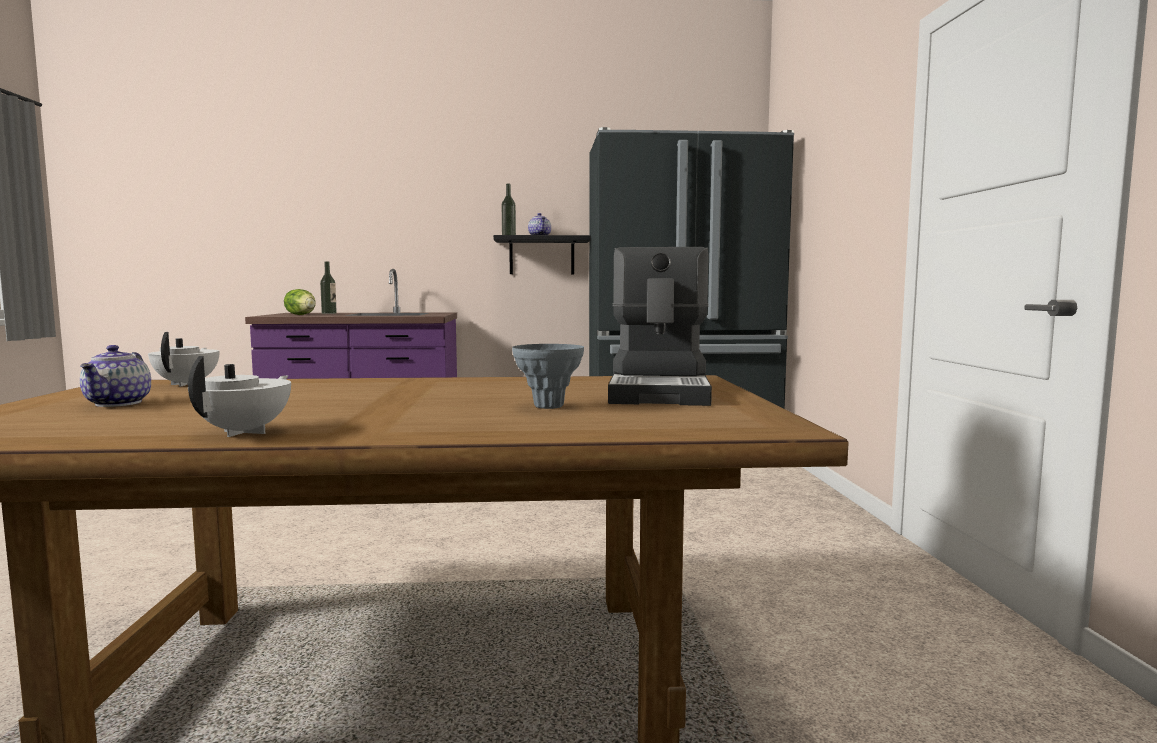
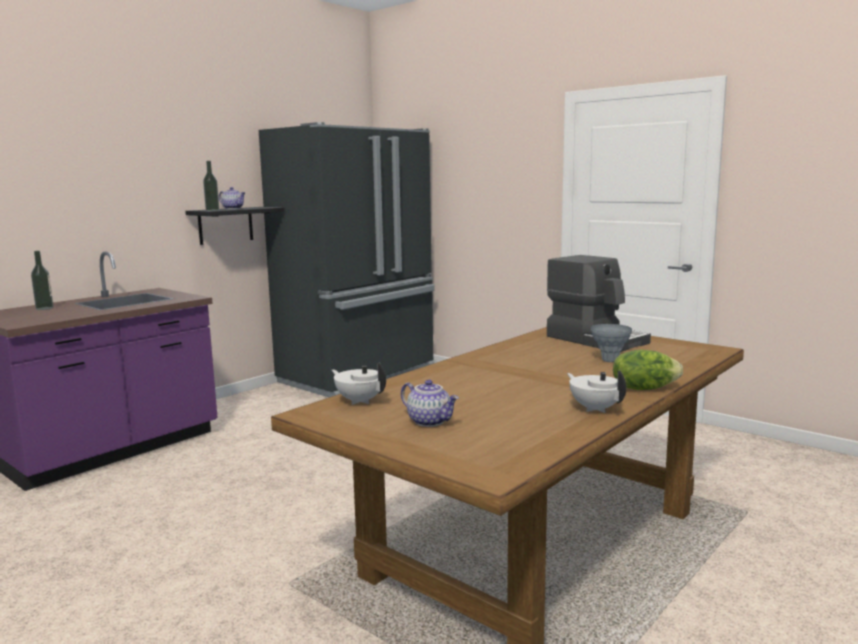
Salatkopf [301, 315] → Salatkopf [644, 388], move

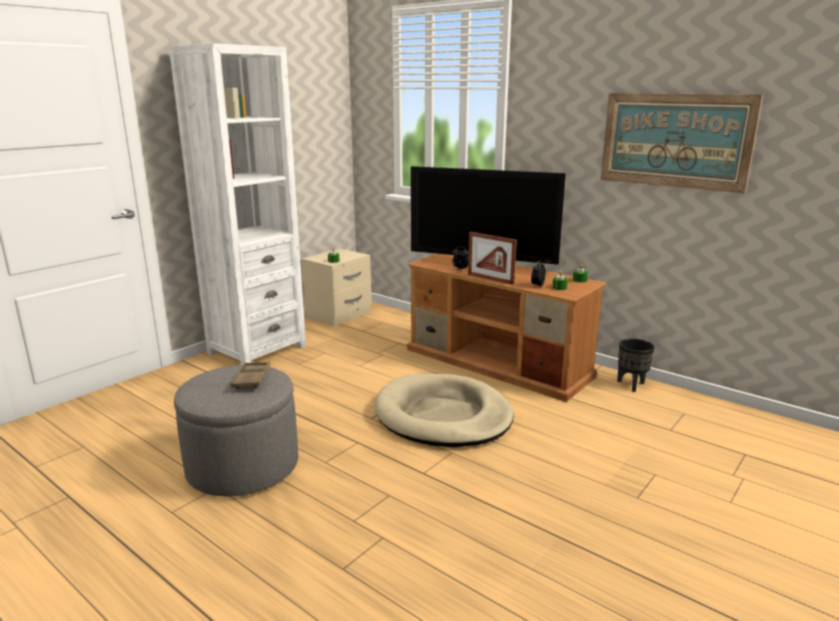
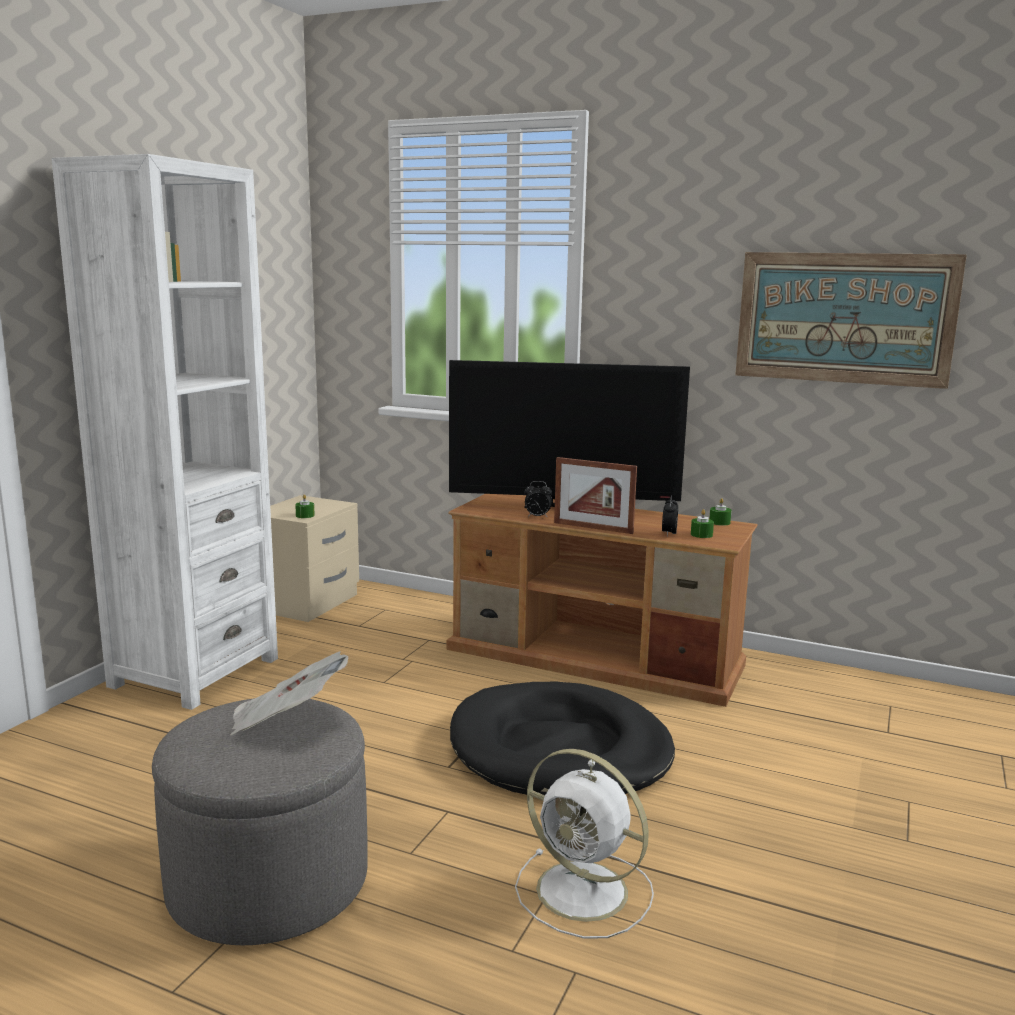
Pflanzkübel [schwarz] [632, 385] → -
Tablett [braun] [251, 379] → Zeitung [287, 722]
Hundebett [beige] [443, 416] → Hundebett [schwarz] [559, 749]
- → Ventilator [weiß] [586, 892]

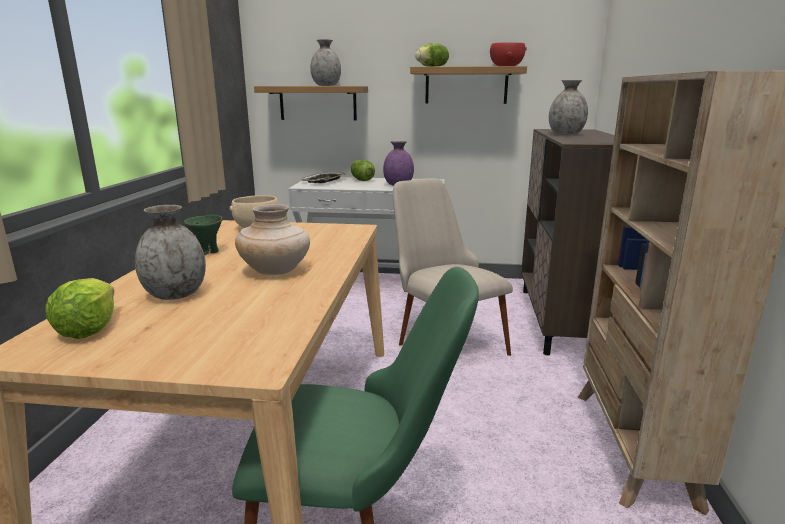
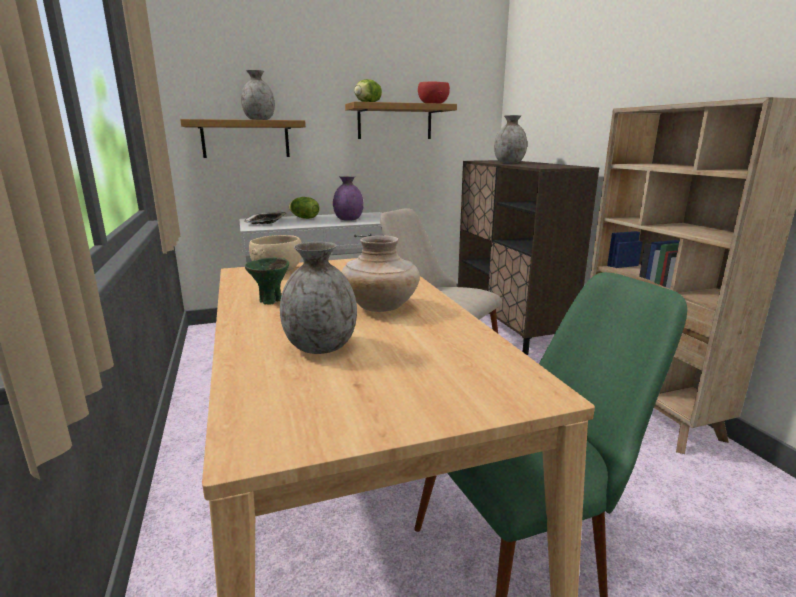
Salatkopf [89, 328] → -

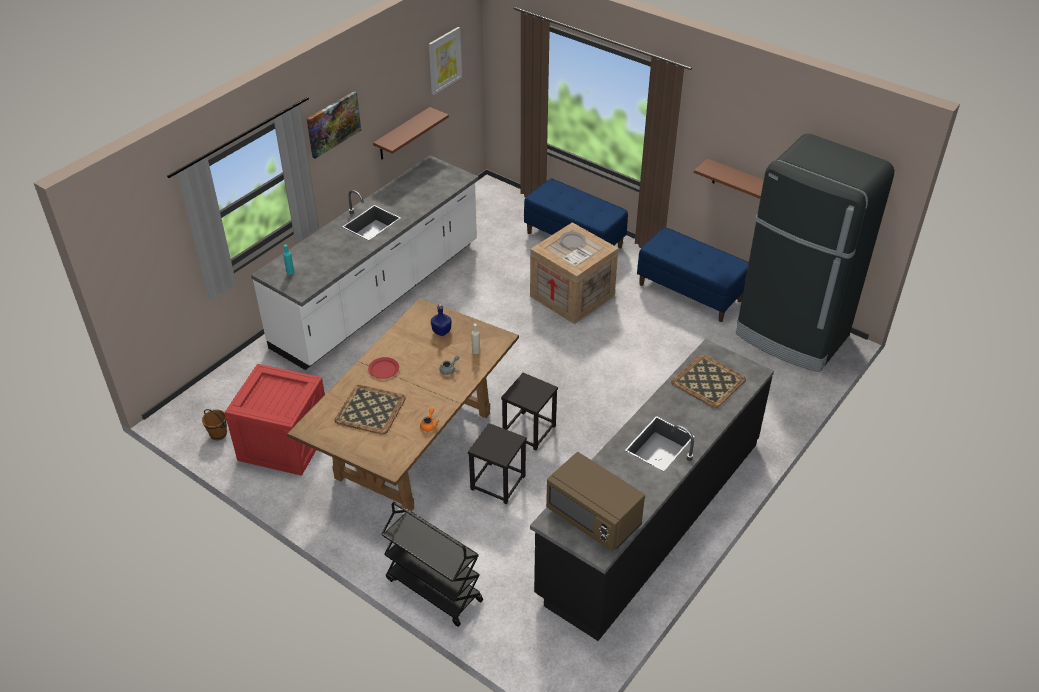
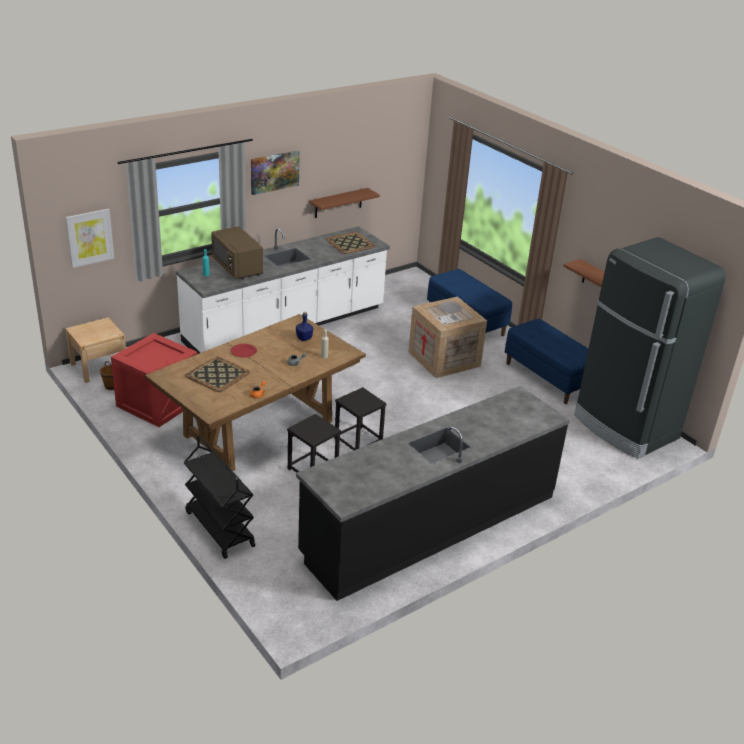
Bild [444, 60] → Bild [89, 237], move
Tablett [708, 382] → Tablett [350, 243], move
Mikrowelle [braun] [594, 517] → Mikrowelle [braun] [238, 267], move
- → Nachttisch [beige] [99, 367]

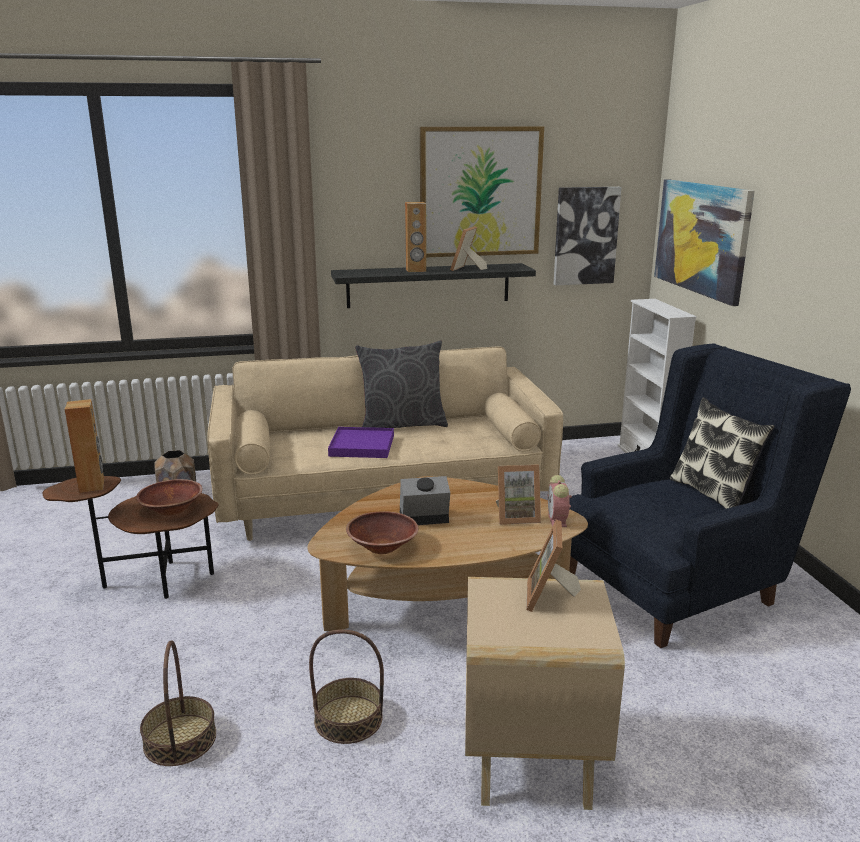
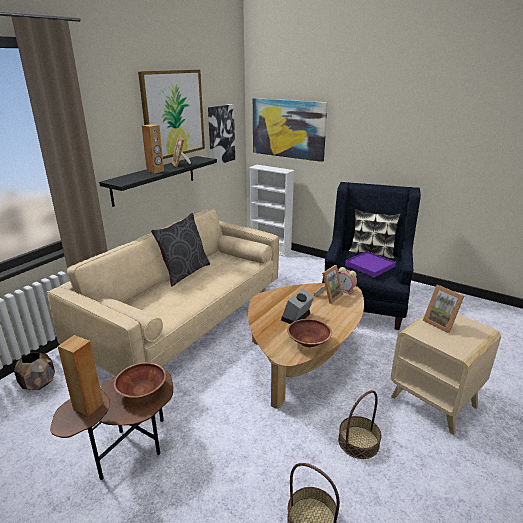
Tablett [lila] [362, 446] → Tablett [lila] [370, 266], move

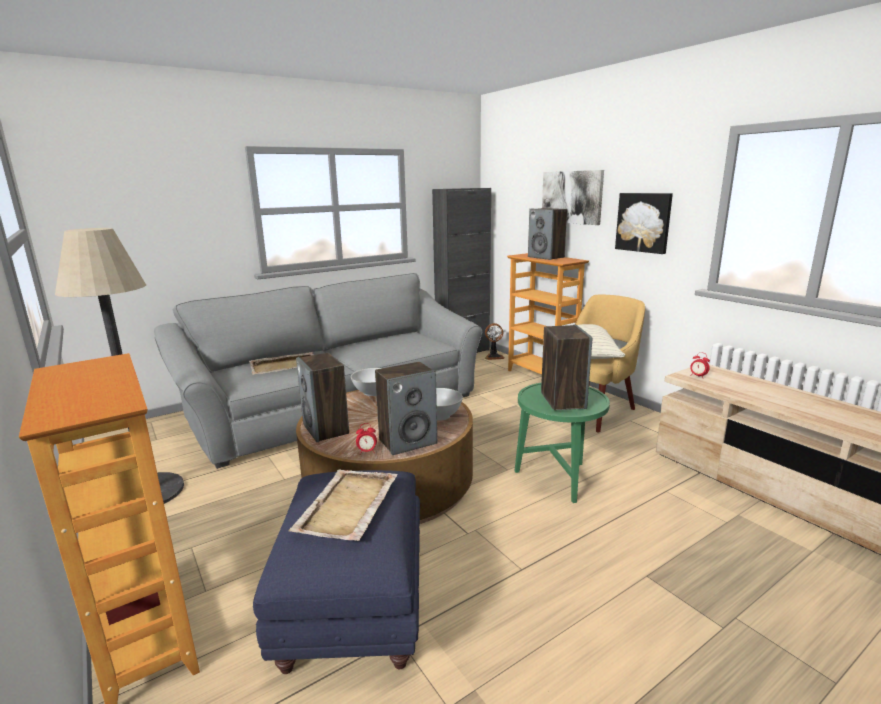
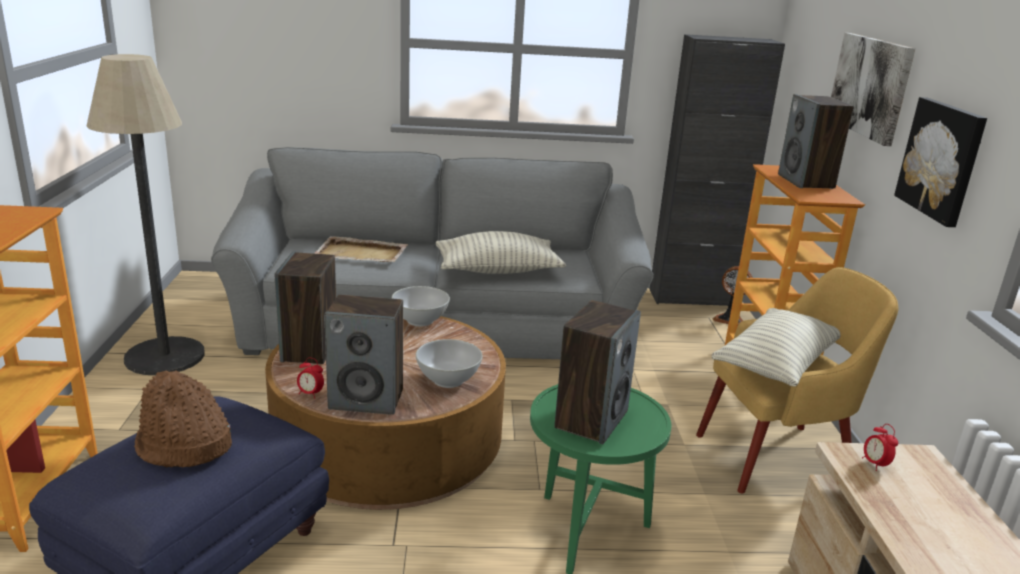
Tablett [beige] [347, 506] → Hut [braun] [183, 446]
- → Kissen [498, 270]

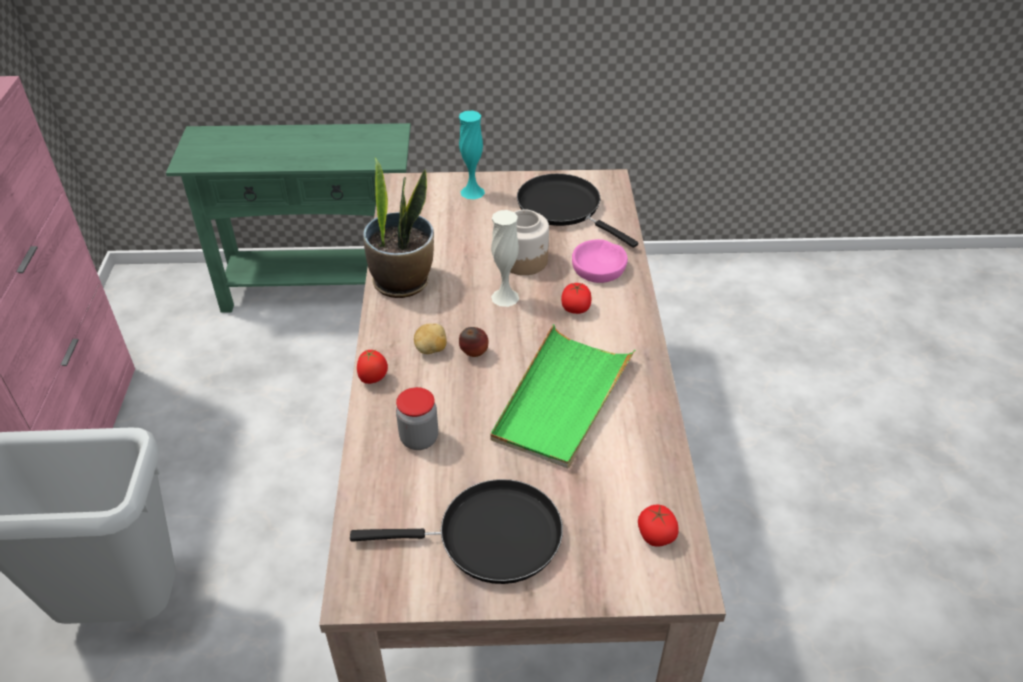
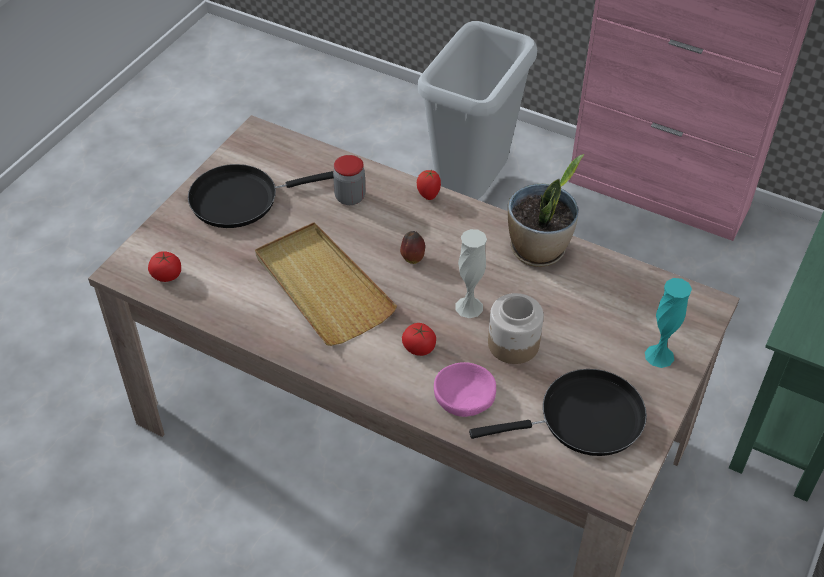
Kartoffel [431, 349] → -
Tablett [grün] [562, 399] → Tablett [beige] [322, 287]
Pfanne [schwarz] [490, 537] → Pfanne [schwarz] [240, 199], 45 degrees clockwise

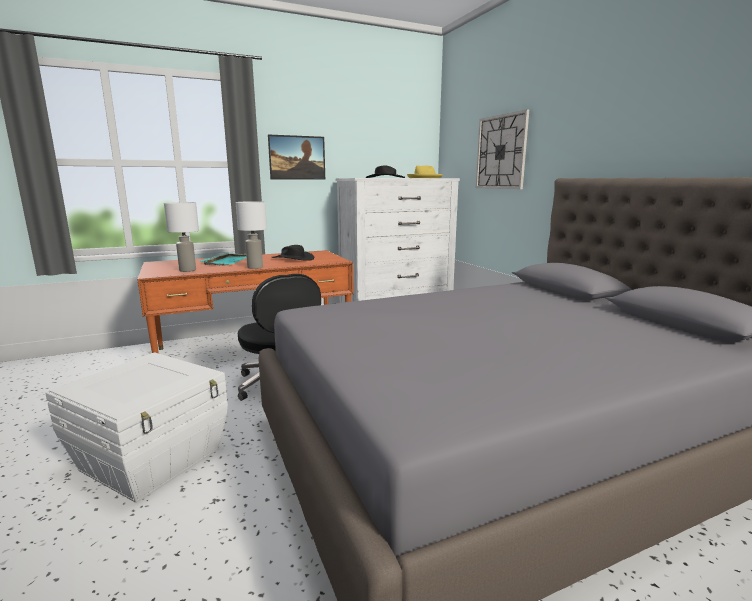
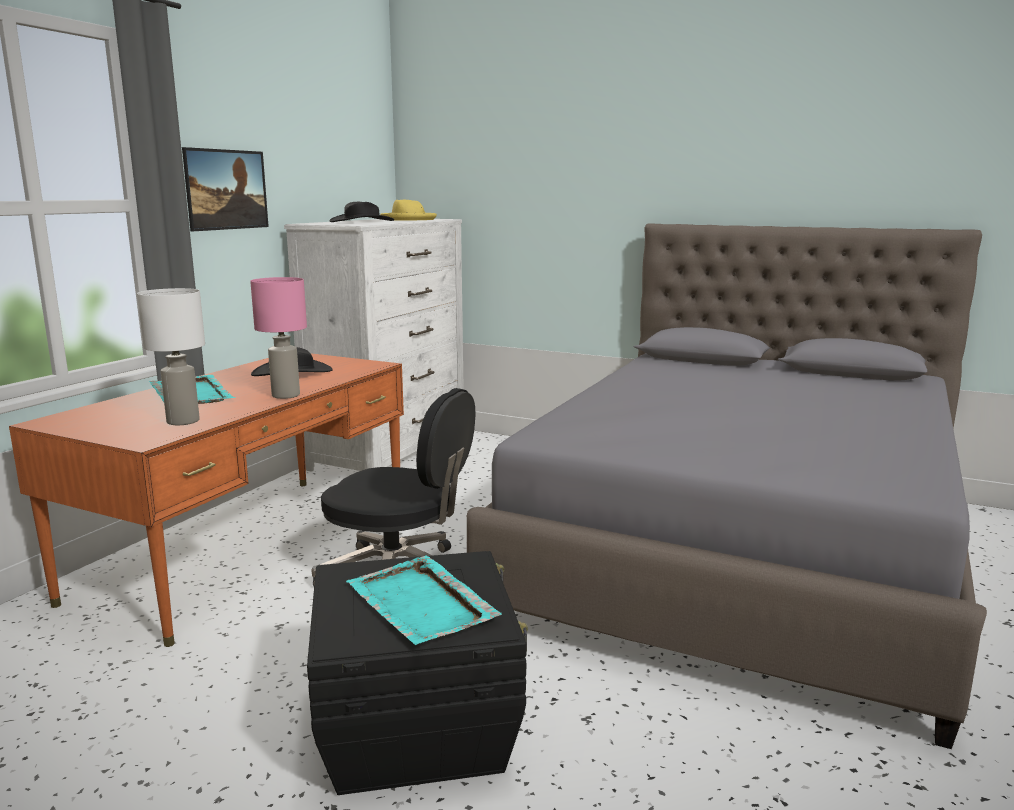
Wanduhr [501, 152] → -
Tischlampe [weiß] [254, 267] → Tischlampe [rosa] [285, 395]
Aufbewahrungsbox [weiß] [153, 459] → Aufbewahrungsbox [schwarz] [417, 728]
- → Tablett [türkis] [421, 604]

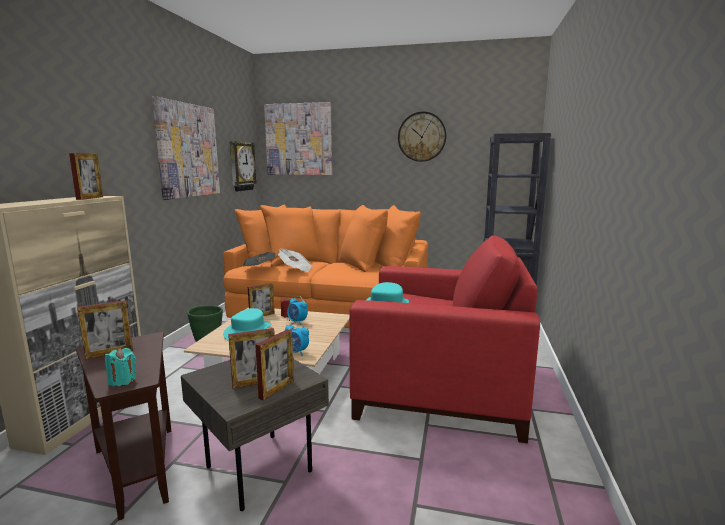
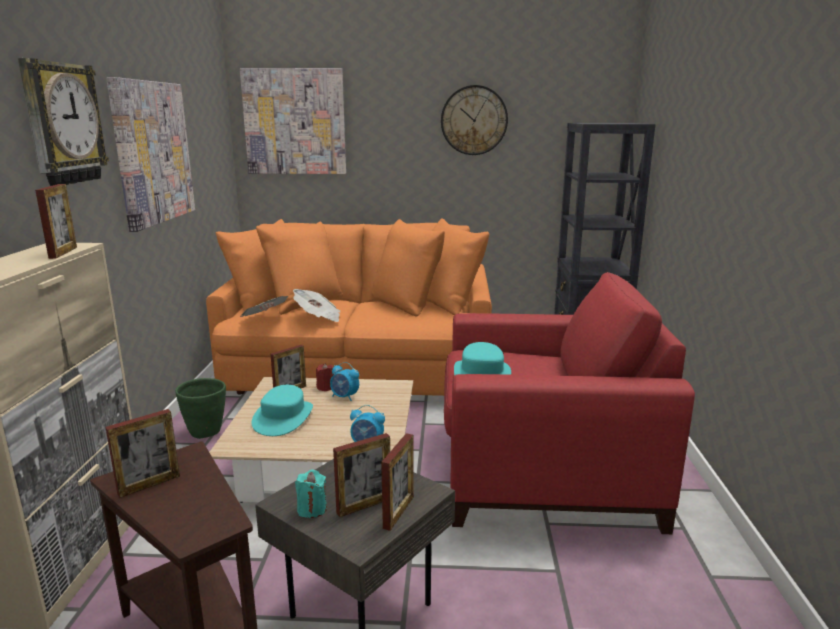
Wanduhr [241, 166] → Wanduhr [62, 124], move
Kerze [türkis] [122, 380] → Kerze [türkis] [312, 509], move

